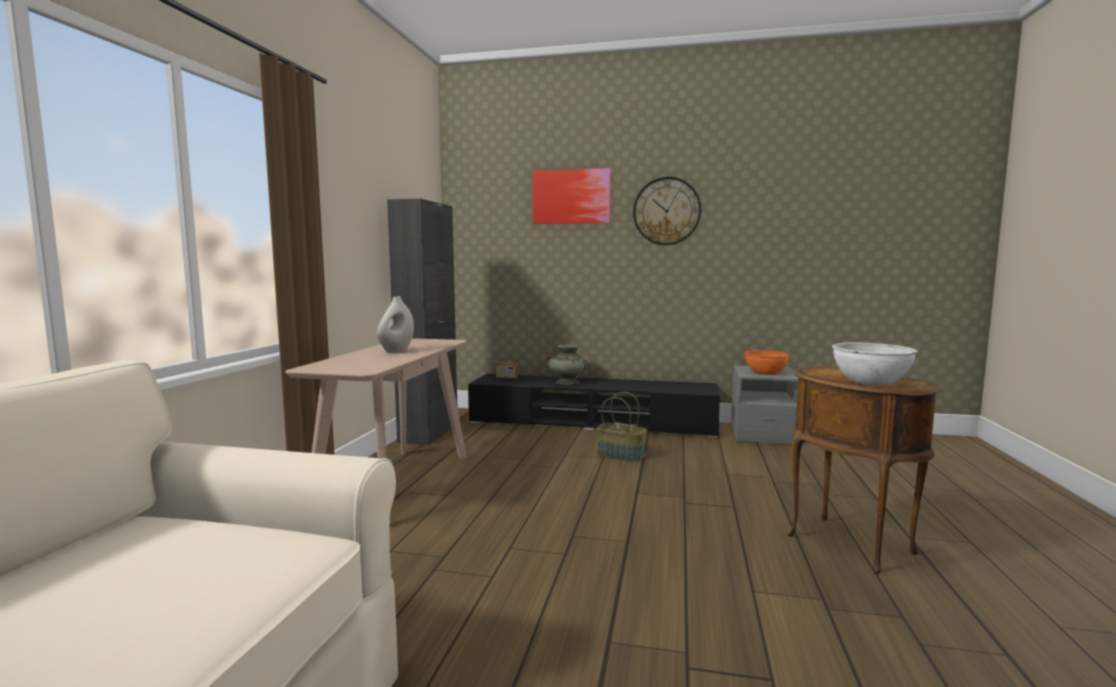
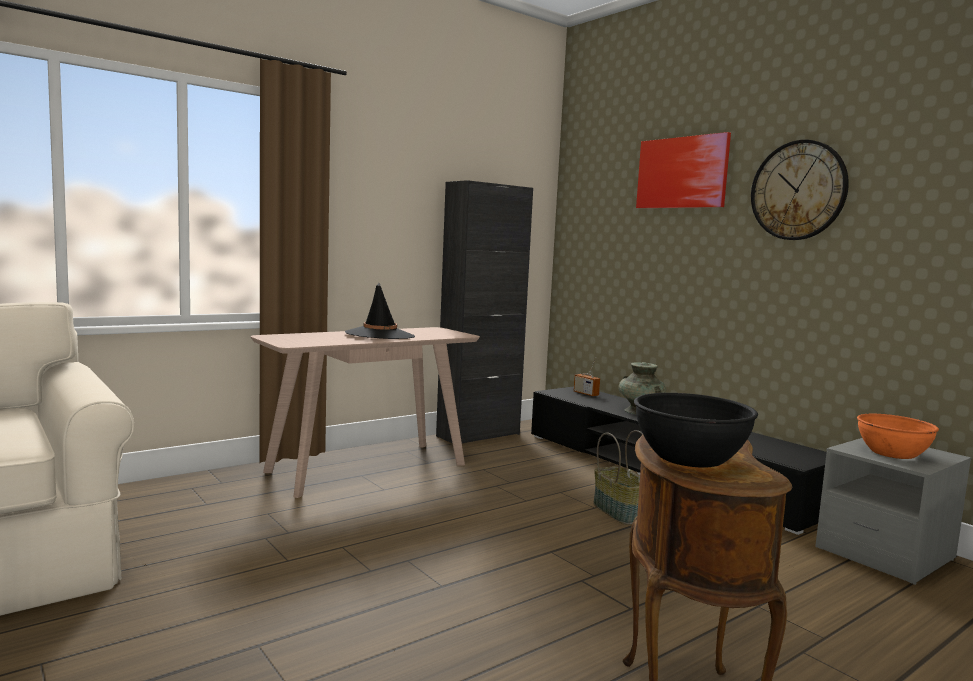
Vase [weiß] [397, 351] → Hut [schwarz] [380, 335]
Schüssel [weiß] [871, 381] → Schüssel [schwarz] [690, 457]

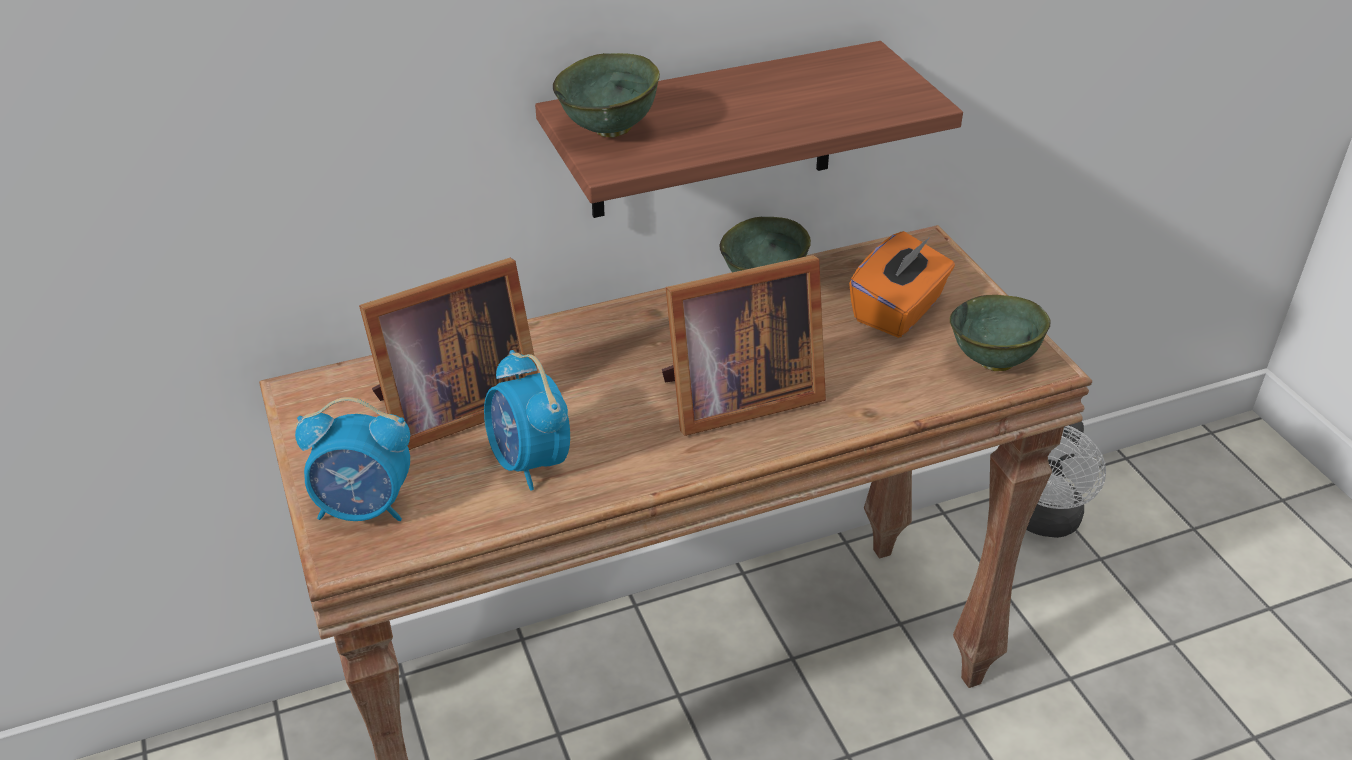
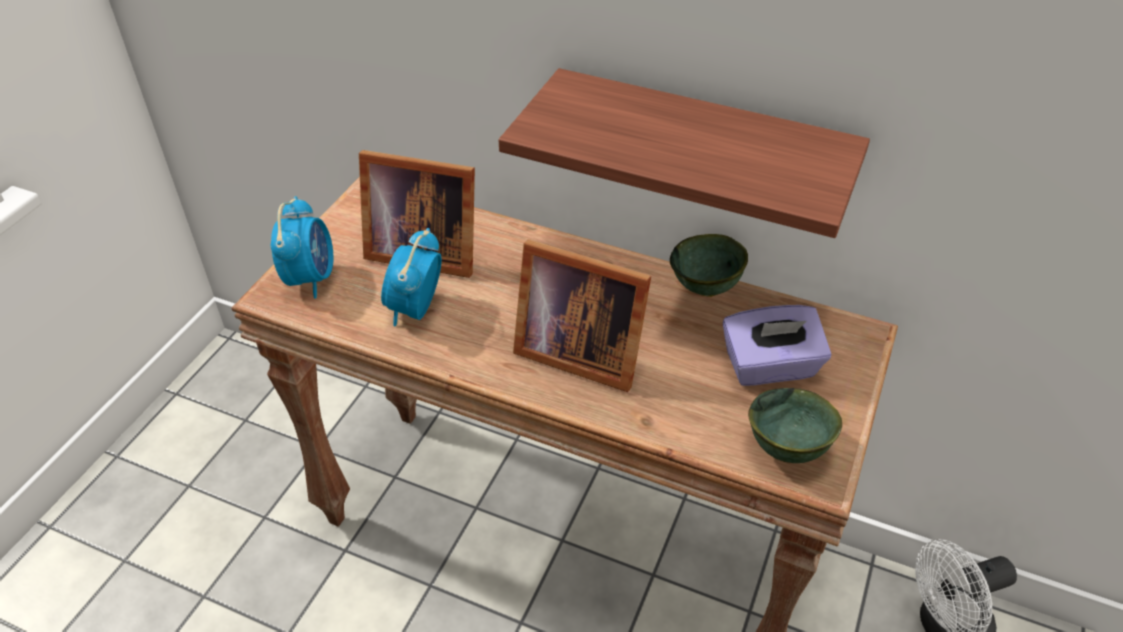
Schüssel [grün] [610, 131] → -
Taschentuchbox [orange] [898, 311] → Taschentuchbox [lila] [770, 367]
Wecker [365, 508] → Wecker [310, 278], 135 degrees counterclockwise

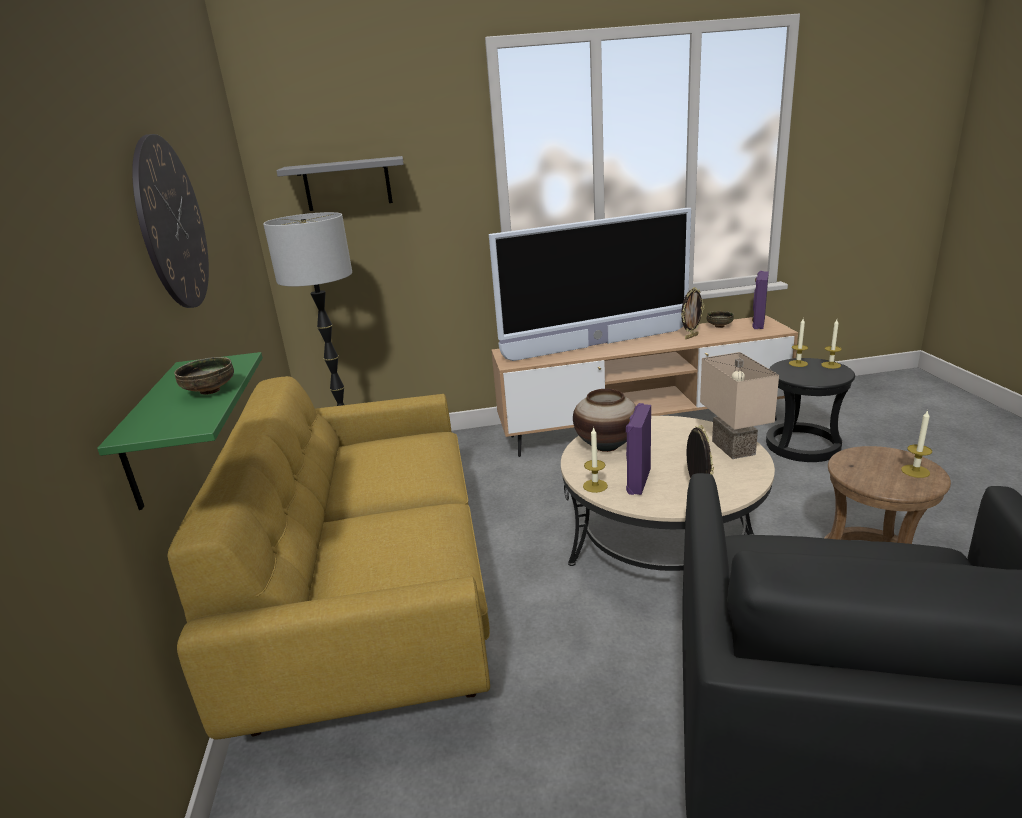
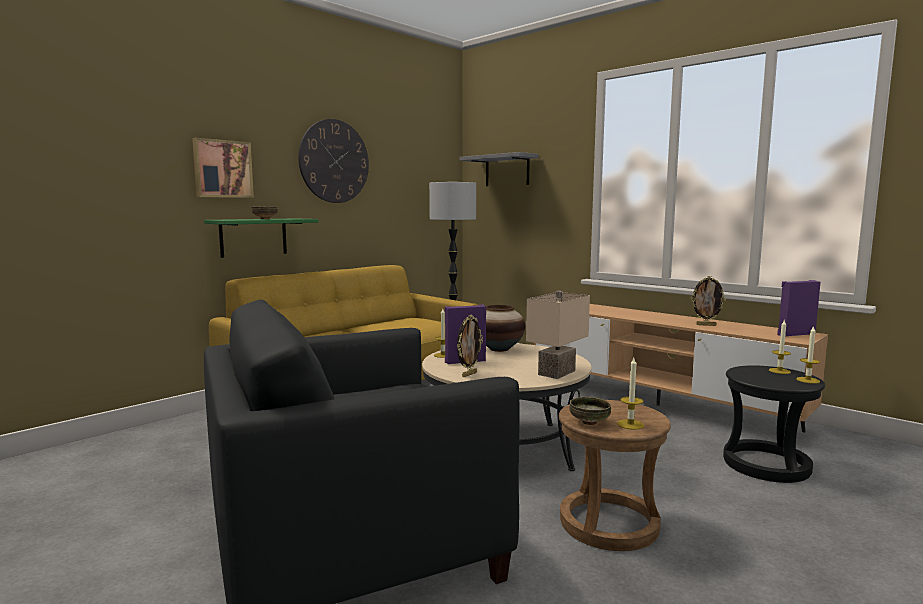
Fernseher [596, 345] → -
Schüssel [719, 326] → Schüssel [588, 422], move
- → Bild [222, 169]

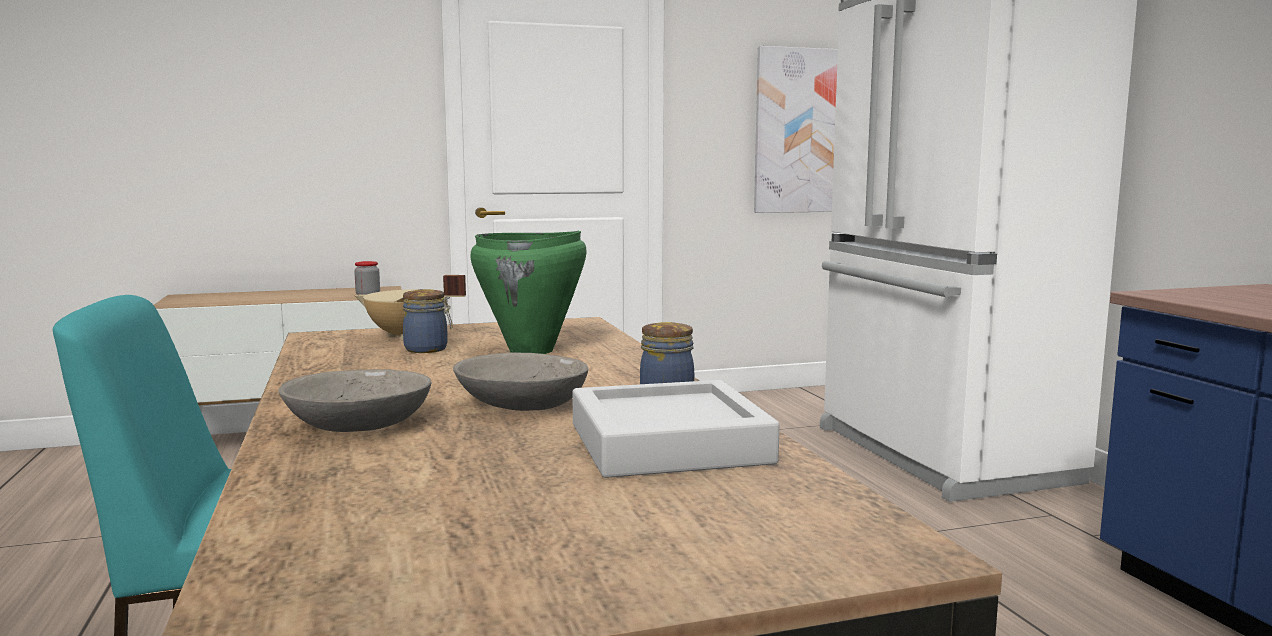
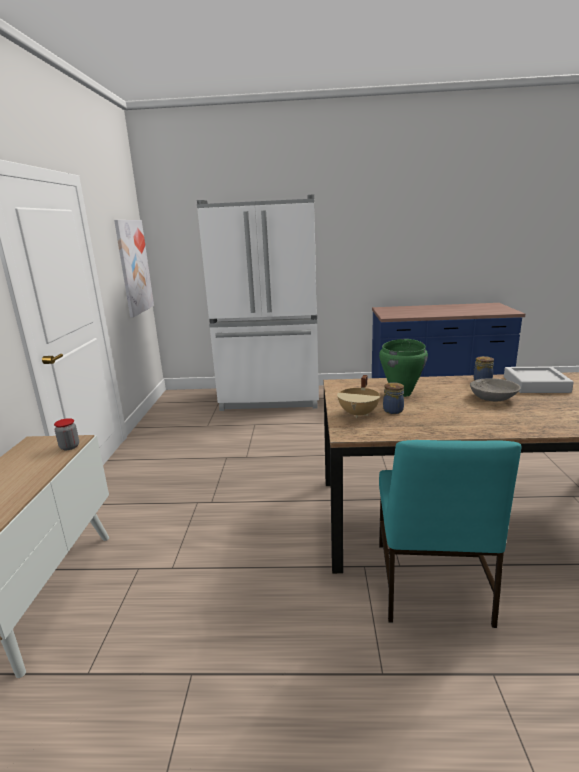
Schüssel [grau] [358, 424] → -

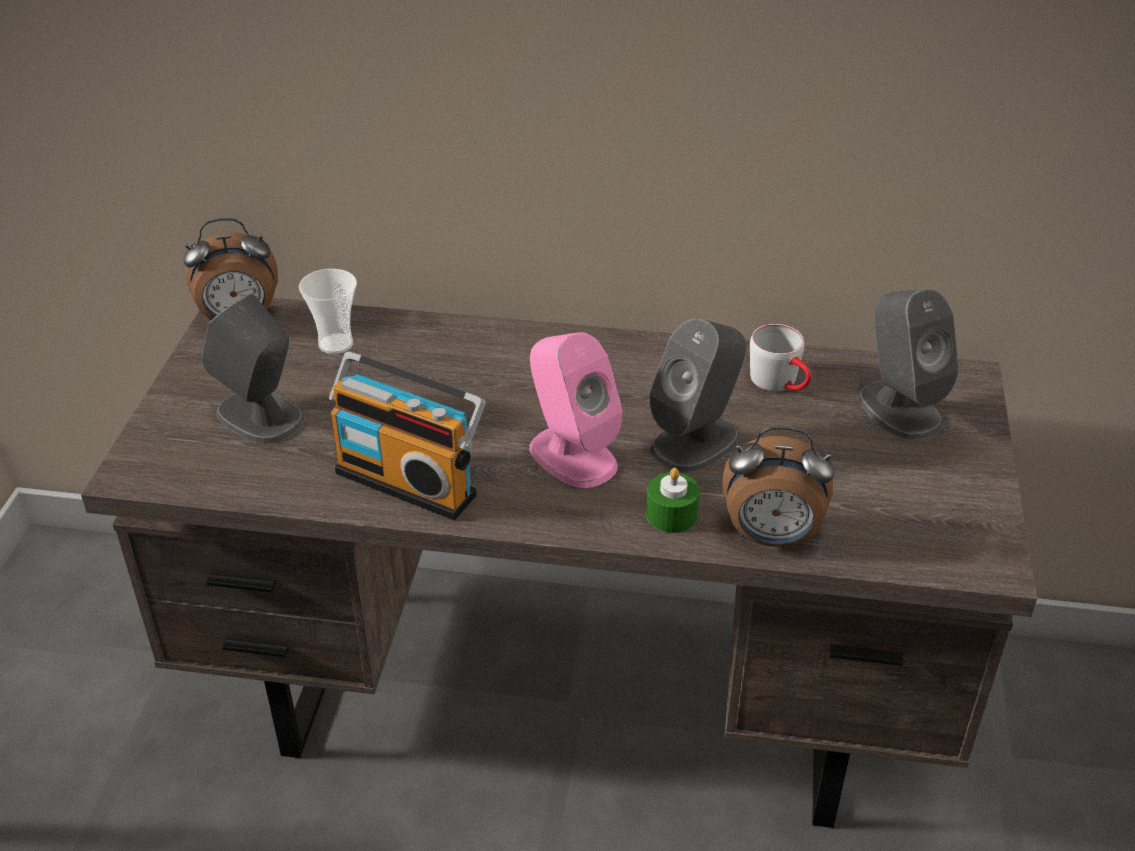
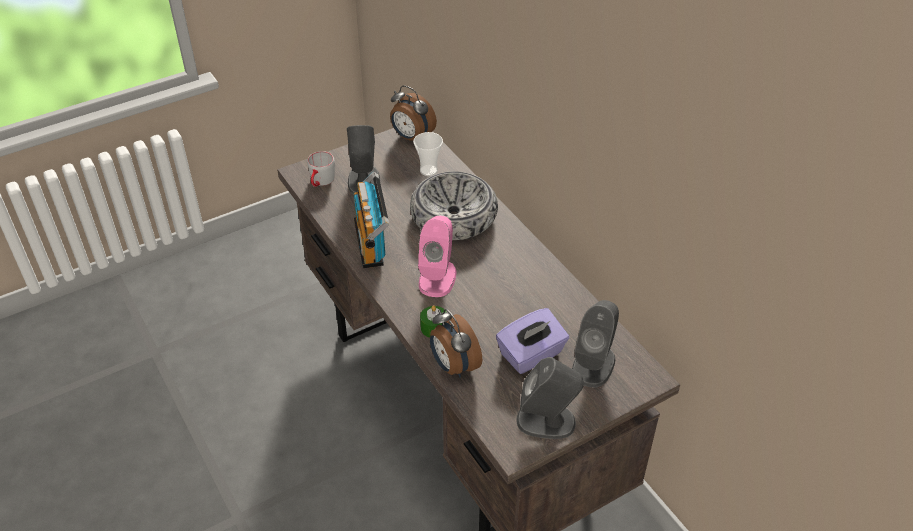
Lautsprecher [grau] [695, 442] → Lautsprecher [grau] [547, 421], move
Henkelbecher [grau] [781, 383] → Henkelbecher [grau] [321, 182], move
- → Schüssel [454, 216]
- → Taschentuchbox [lila] [531, 355]

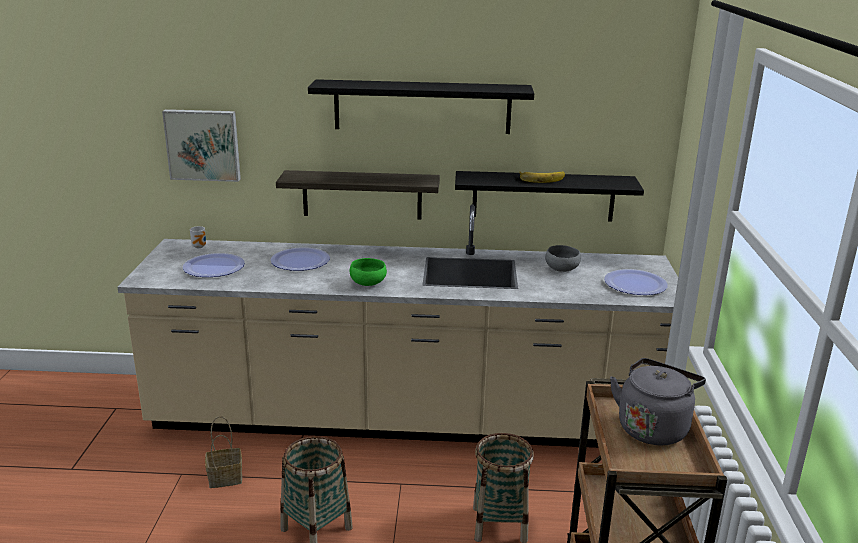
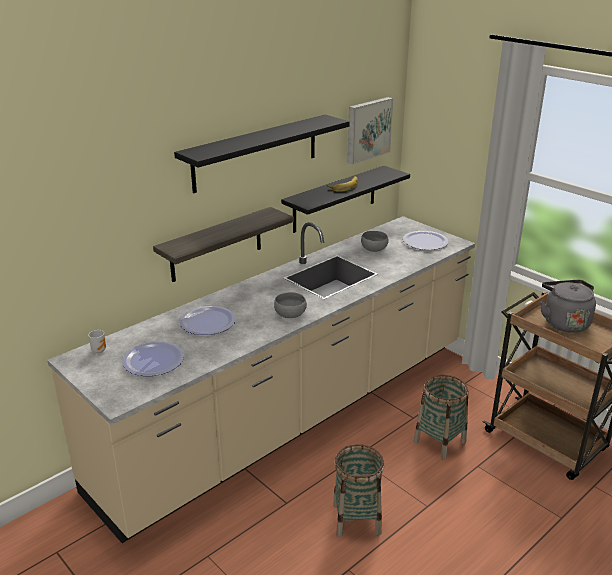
Bild [203, 144] → Bild [367, 129], move
Schüssel [grün] [369, 283] → Schüssel [grau] [290, 314]
Korb [224, 479] → -

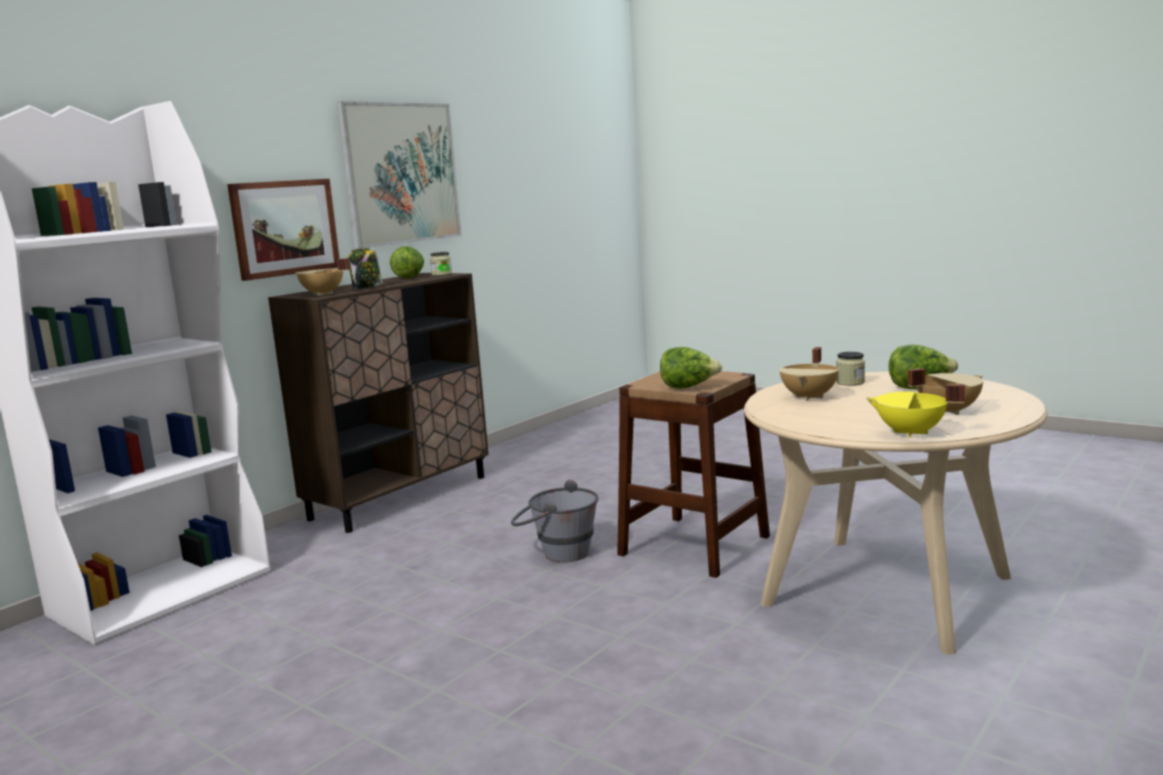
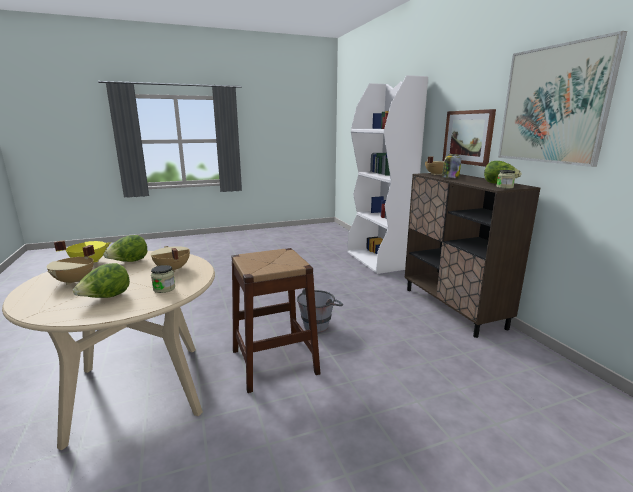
Salatkopf [689, 387] → Salatkopf [129, 262], move

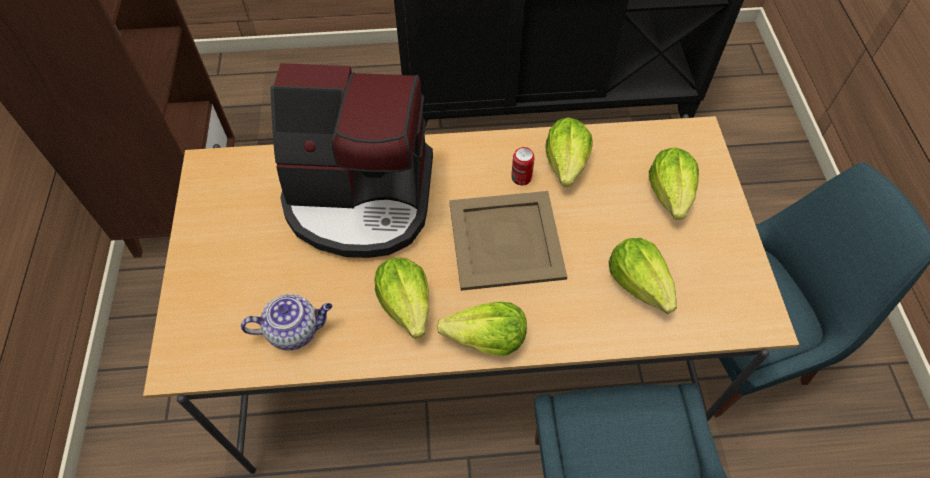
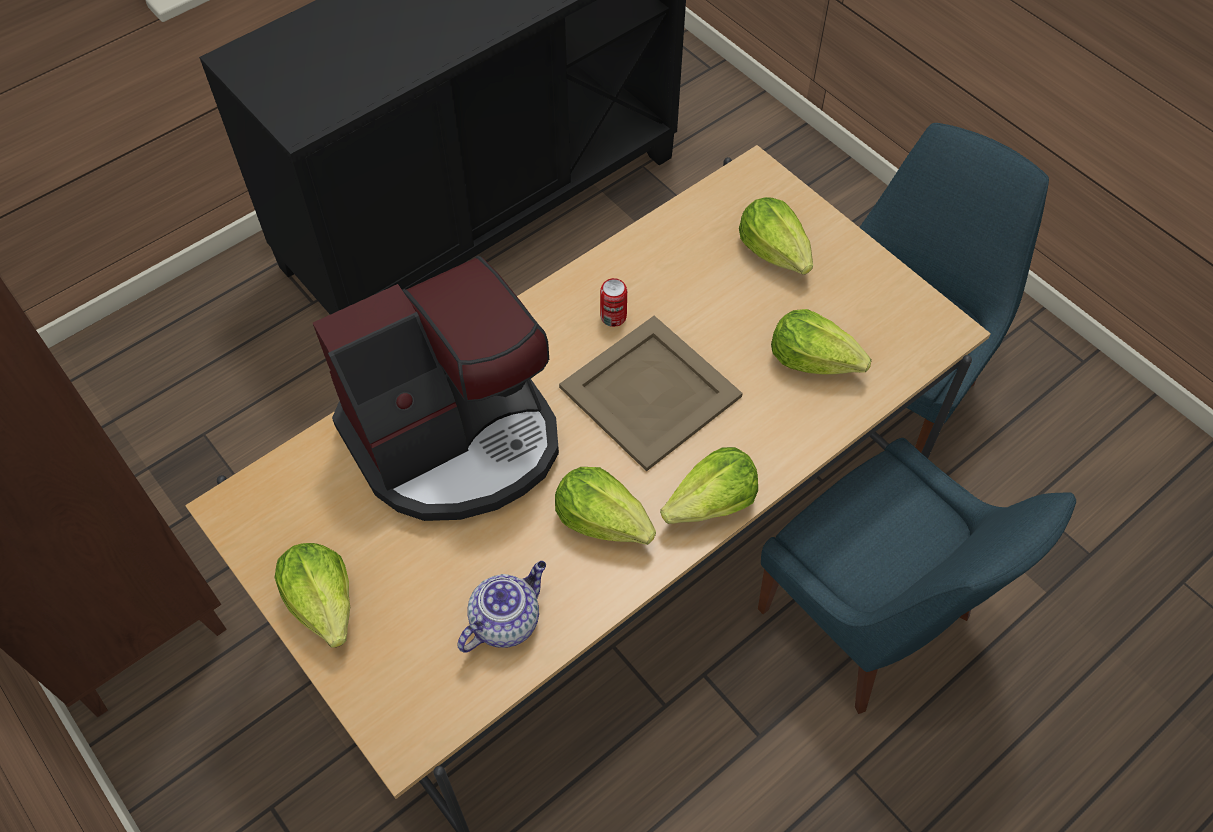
Salatkopf [566, 164] → Salatkopf [324, 603], move

